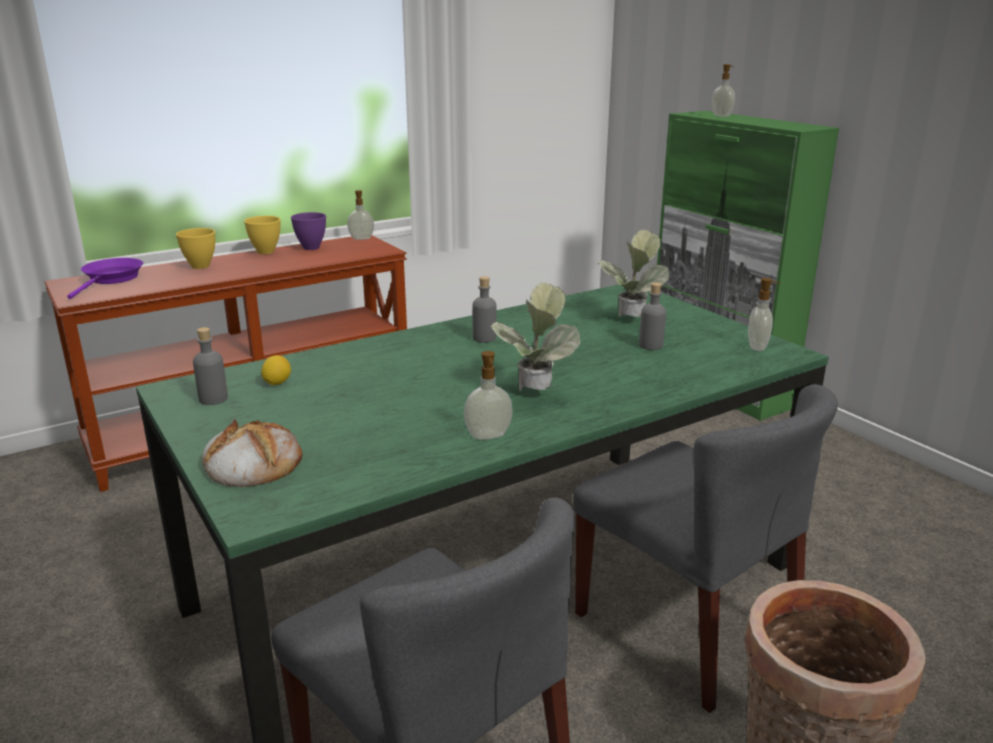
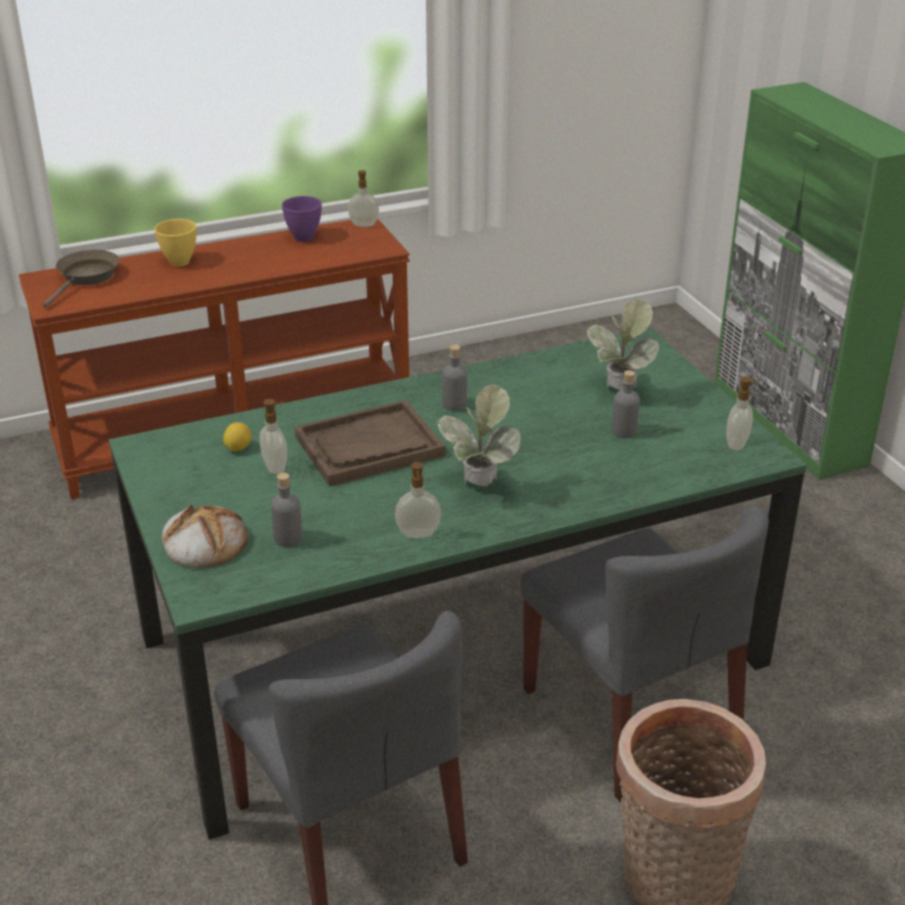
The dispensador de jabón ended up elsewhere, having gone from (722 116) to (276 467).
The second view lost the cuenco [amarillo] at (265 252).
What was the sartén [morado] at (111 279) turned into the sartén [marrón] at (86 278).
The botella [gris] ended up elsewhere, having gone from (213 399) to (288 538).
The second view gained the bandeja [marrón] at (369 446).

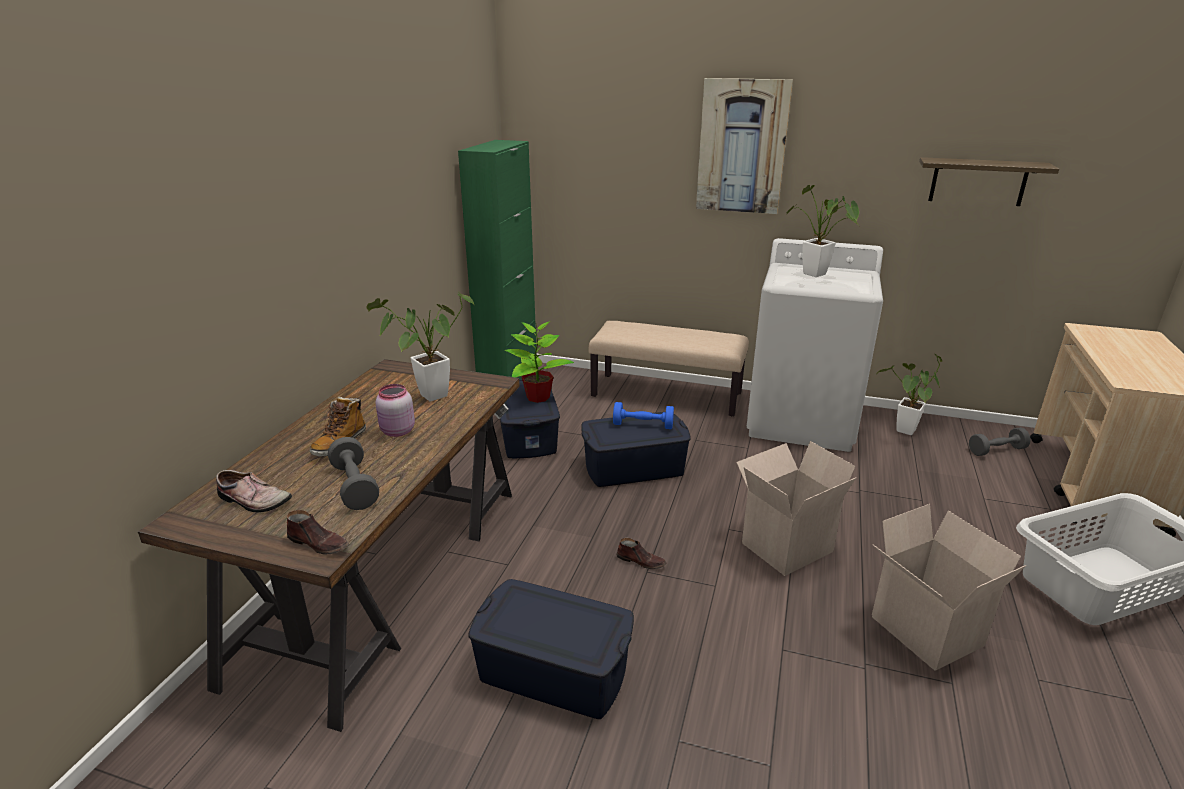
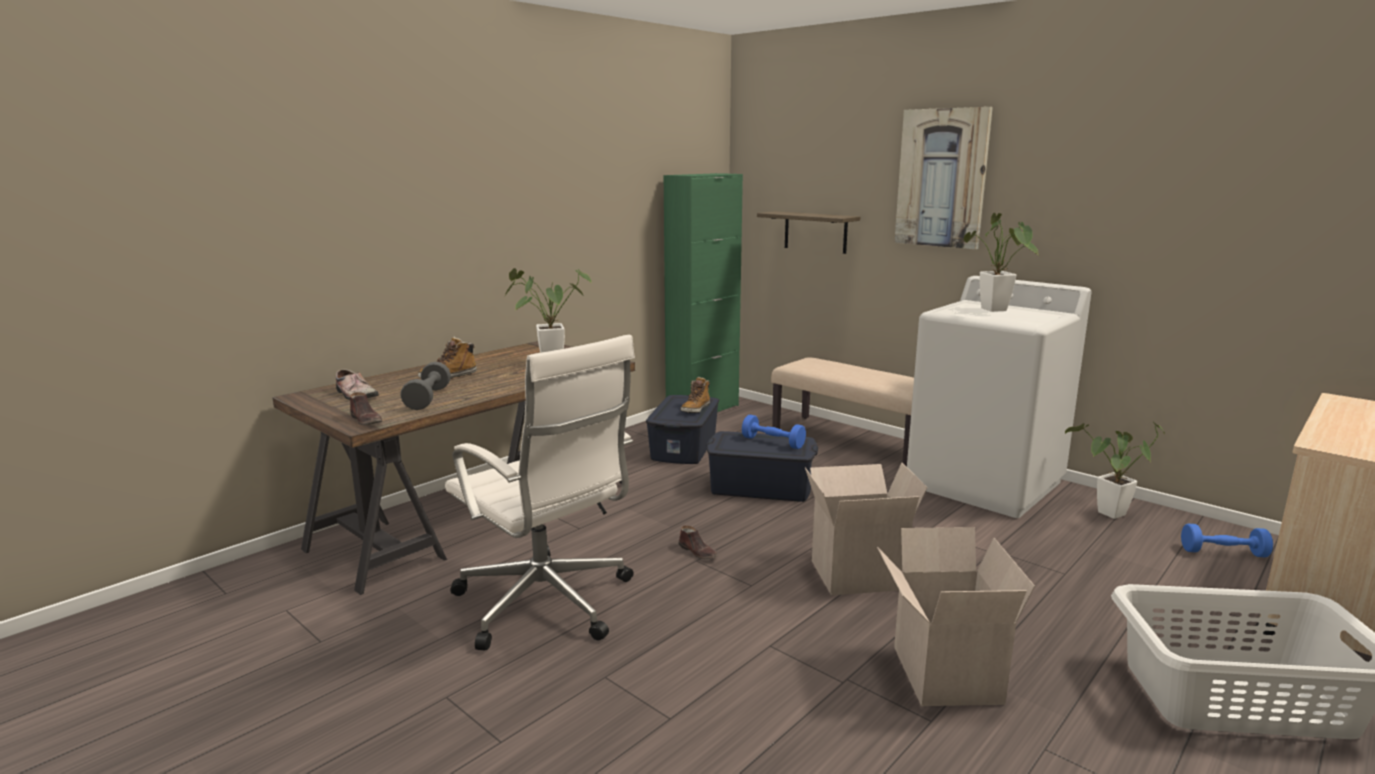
The estante ended up elsewhere, having gone from (978 181) to (815 232).
Where the planta en maceta stood at (537 397), the bota came to stand at (695 409).
The second view lost the tarro [rosa] at (397 431).
What was the mancuerna [gris] at (996 450) turned into the mancuerna [azul] at (1223 553).
Where the caja de almacenaje [azul] stood at (553 672), the silla de oficina [blanco] came to stand at (547 604).

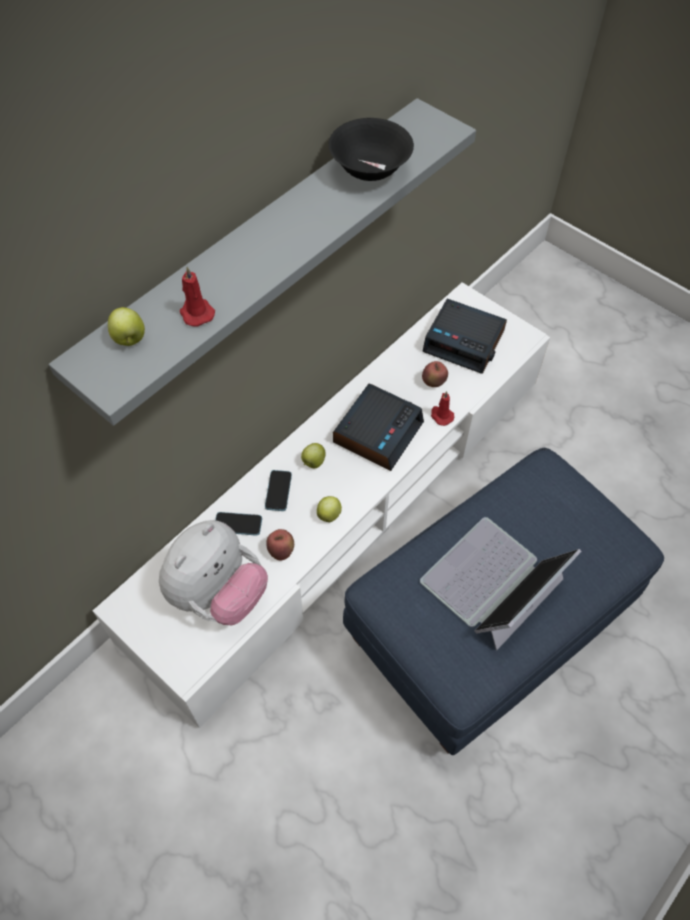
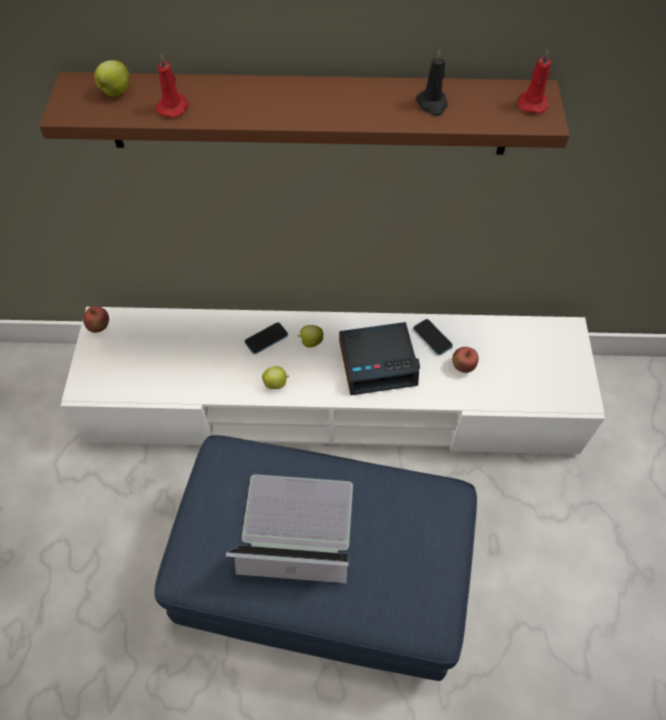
What was the estante [gris] at (258 250) turned into the estante [marrón] at (308 114).
Where the cuenco [negro] stood at (370 170), the vela [negro] came to stand at (432 104).
The second view lost the despertador at (464 341).
The vela [rojo] ended up elsewhere, having gone from (441 415) to (532 103).
The móvil ended up elsewhere, having gone from (238 524) to (432 338).
The second view lost the peluche at (218 593).
The manzana ended up elsewhere, having gone from (281 551) to (100 327).

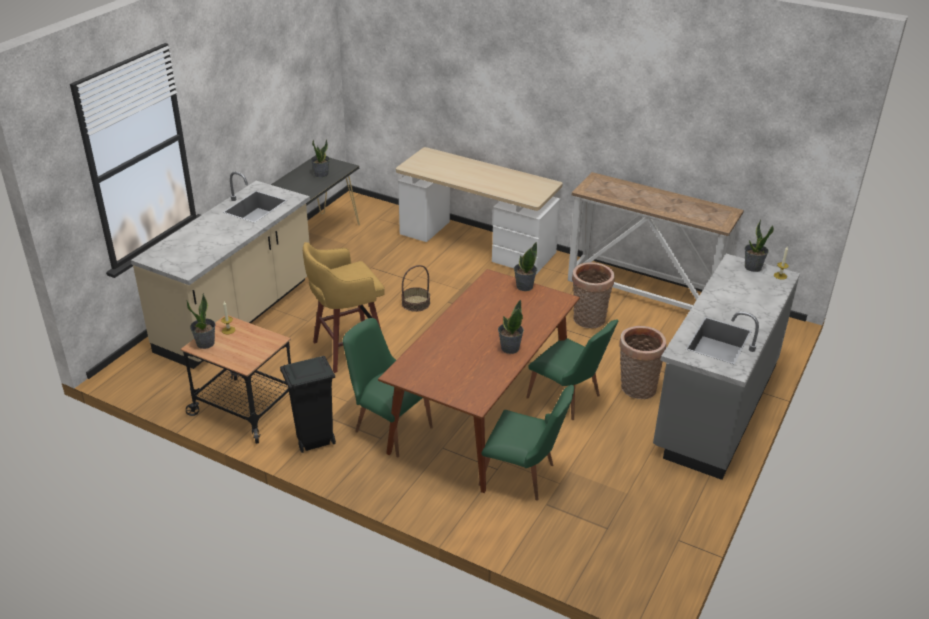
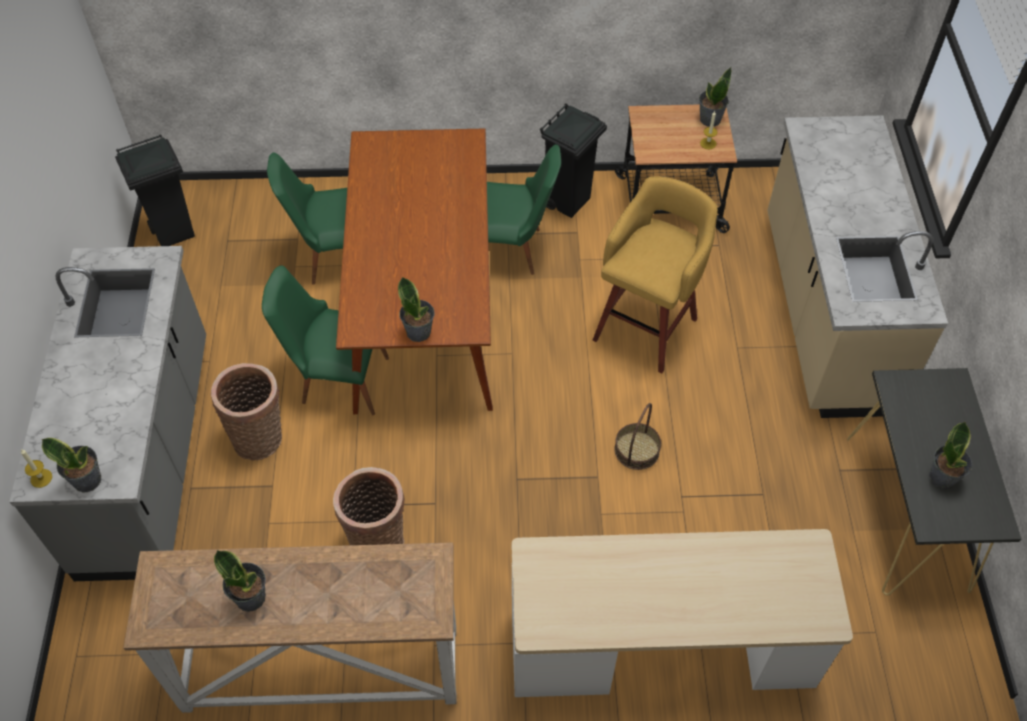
The planta en maceta ended up elsewhere, having gone from (509 348) to (251 597).
The second view gained the papelera [negro] at (174 232).

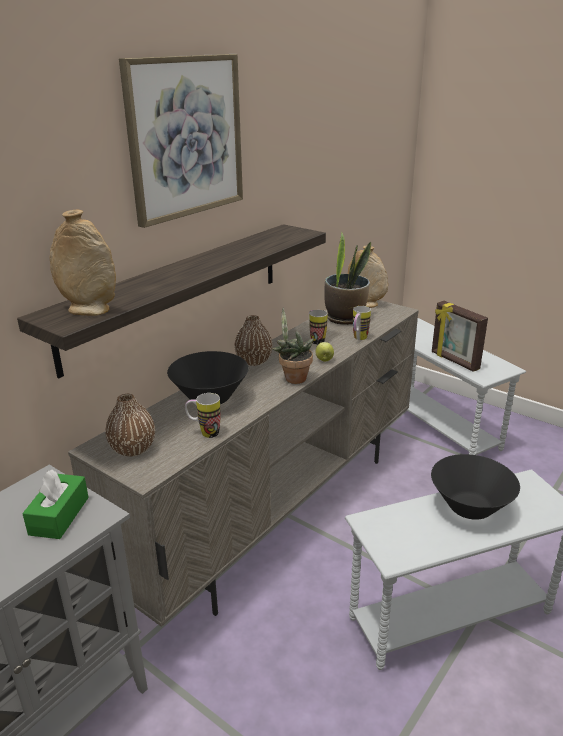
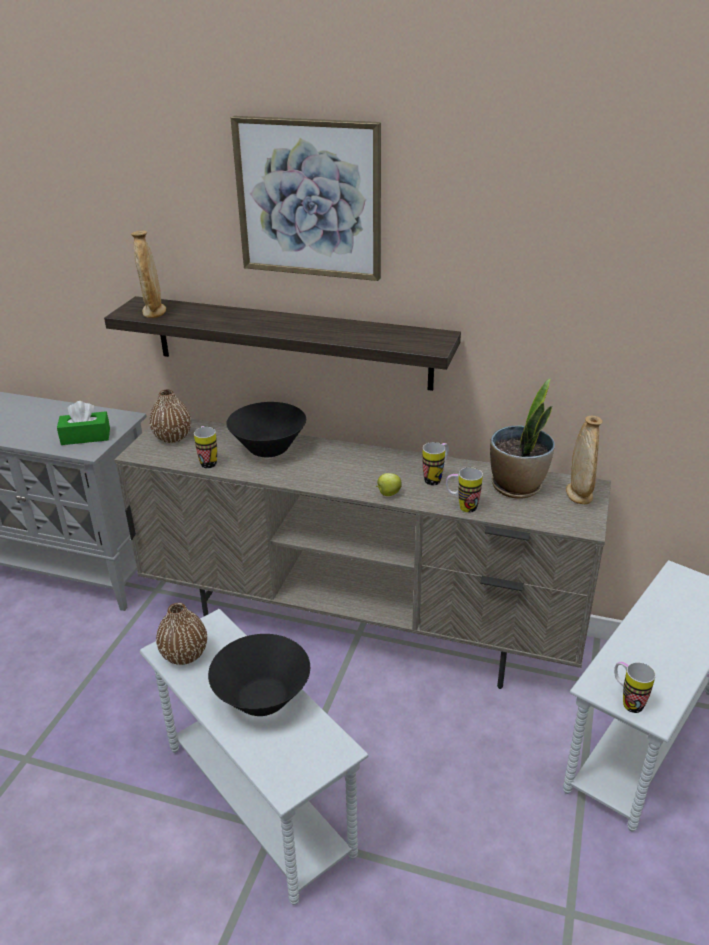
The second view lost the portarretratos at (454 361).
The second view lost the planta en maceta at (293 377).
The florero [marrón] ended up elsewhere, having gone from (253 361) to (184 654).
The second view gained the taza grande at (627 701).

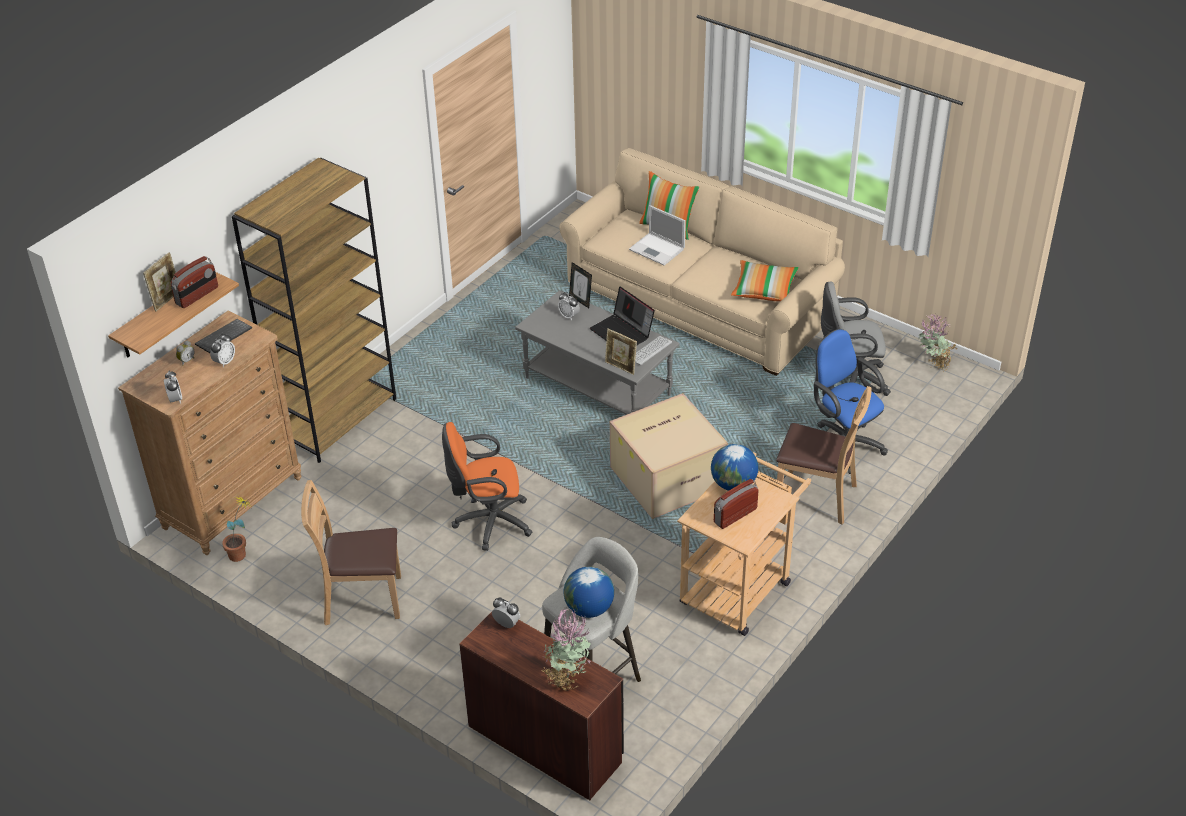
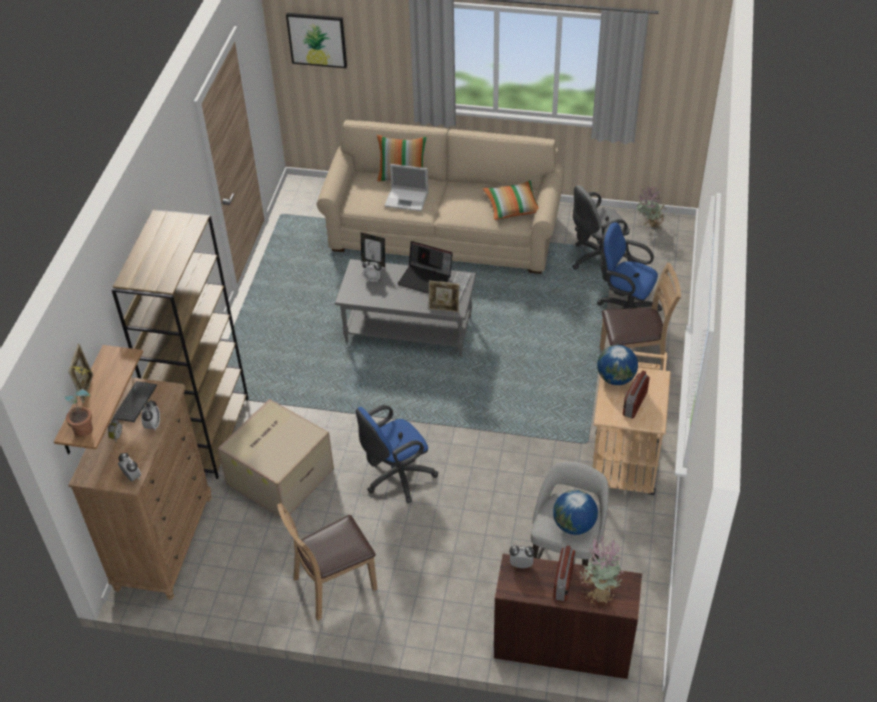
The radio ended up elsewhere, having gone from (197 296) to (564 582).
The caja de cartón ended up elsewhere, having gone from (667 477) to (280 475).
What was the silla de oficina [naranja] at (489 522) turned into the silla de oficina [azul] at (396 477).
The planta en maceta ended up elsewhere, having gone from (242 553) to (88 426).
The second view gained the cuadro at (317 39).

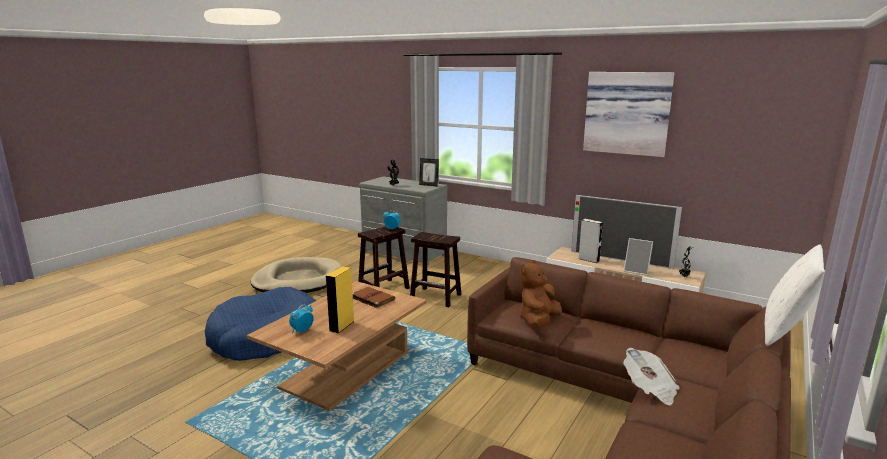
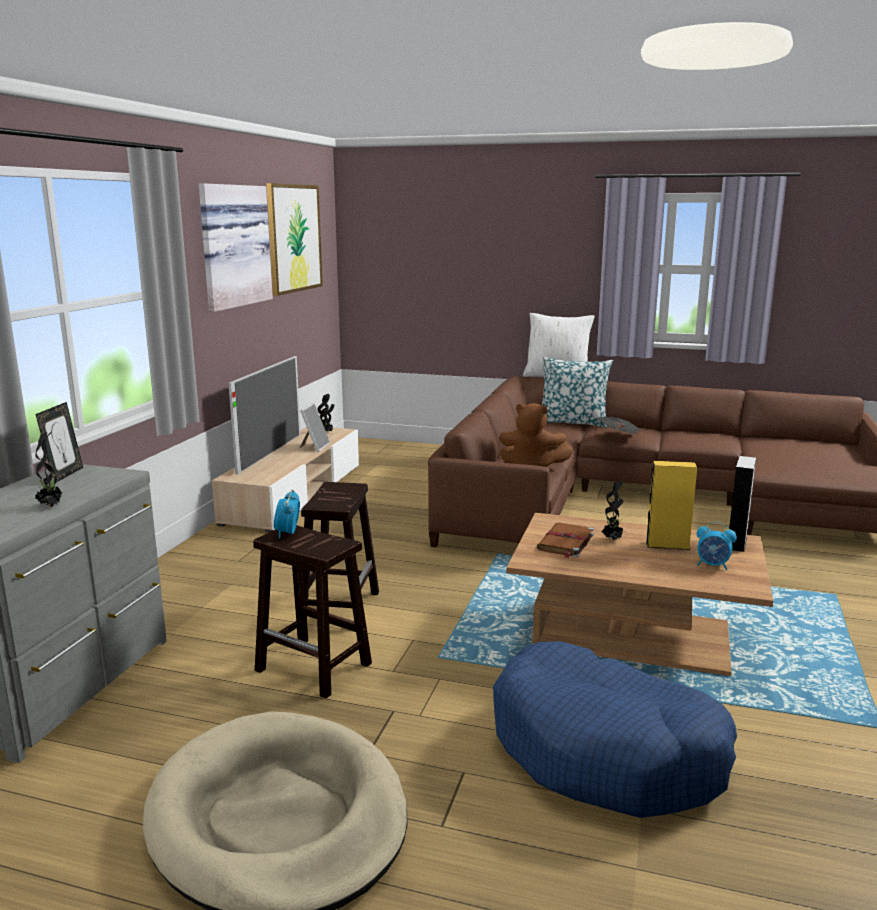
The altavoz [gris] ended up elsewhere, having gone from (588 260) to (737 543).
The second view gained the cuadro at (294 238).
The second view gained the cojín at (572 423).
The second view gained the planta en maceta at (612 539).

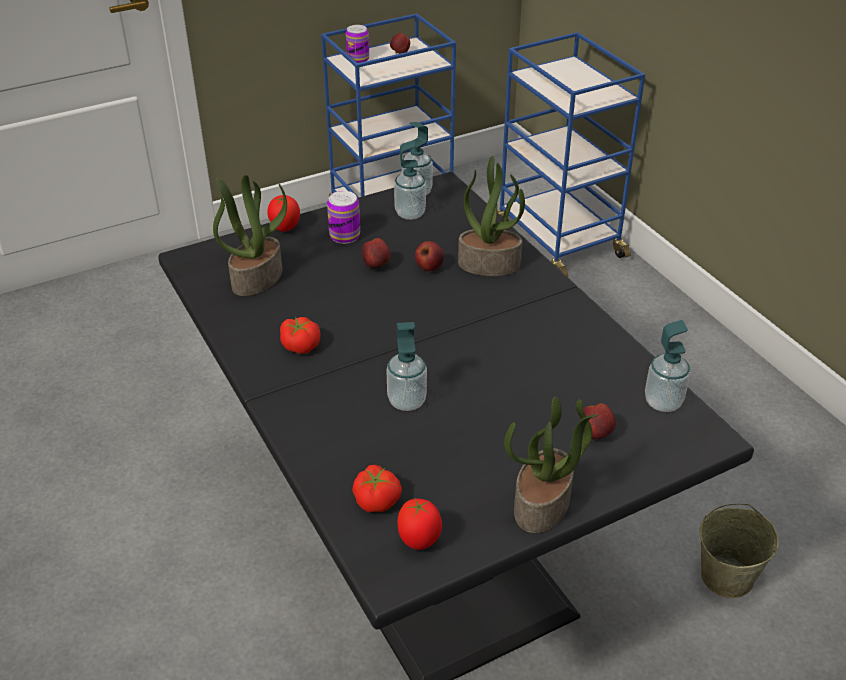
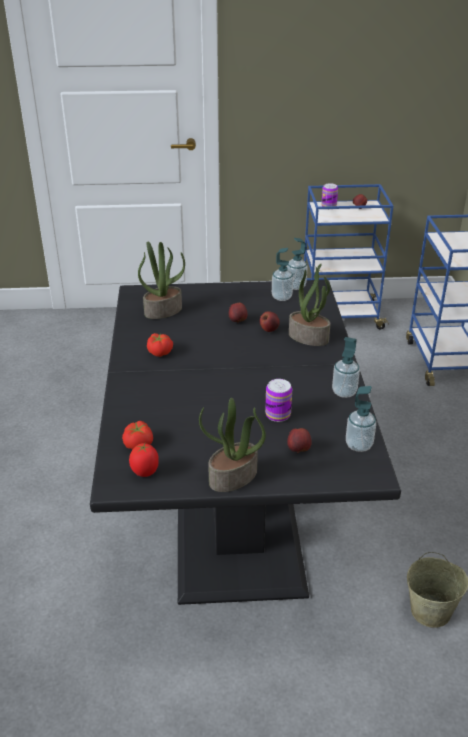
The lata ended up elsewhere, having gone from (344 236) to (278 415).
The second view lost the tomate at (284 228).
The dispensador de jabón ended up elsewhere, having gone from (407 401) to (344 392).

